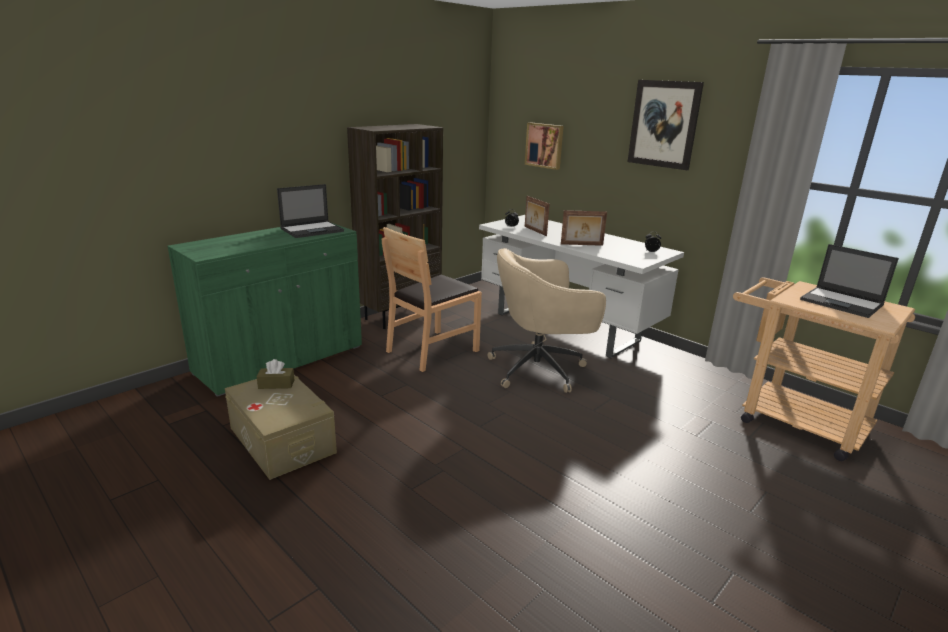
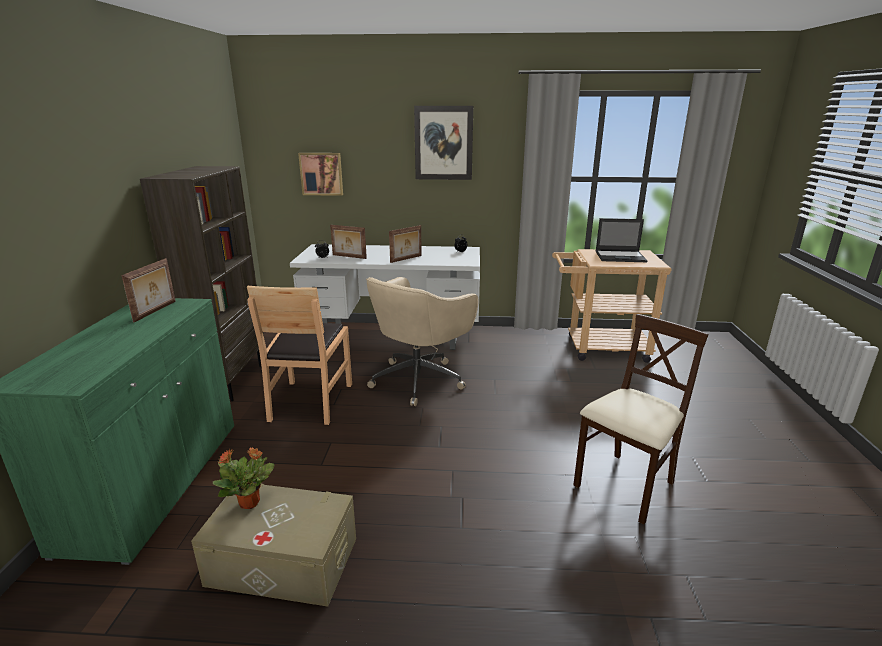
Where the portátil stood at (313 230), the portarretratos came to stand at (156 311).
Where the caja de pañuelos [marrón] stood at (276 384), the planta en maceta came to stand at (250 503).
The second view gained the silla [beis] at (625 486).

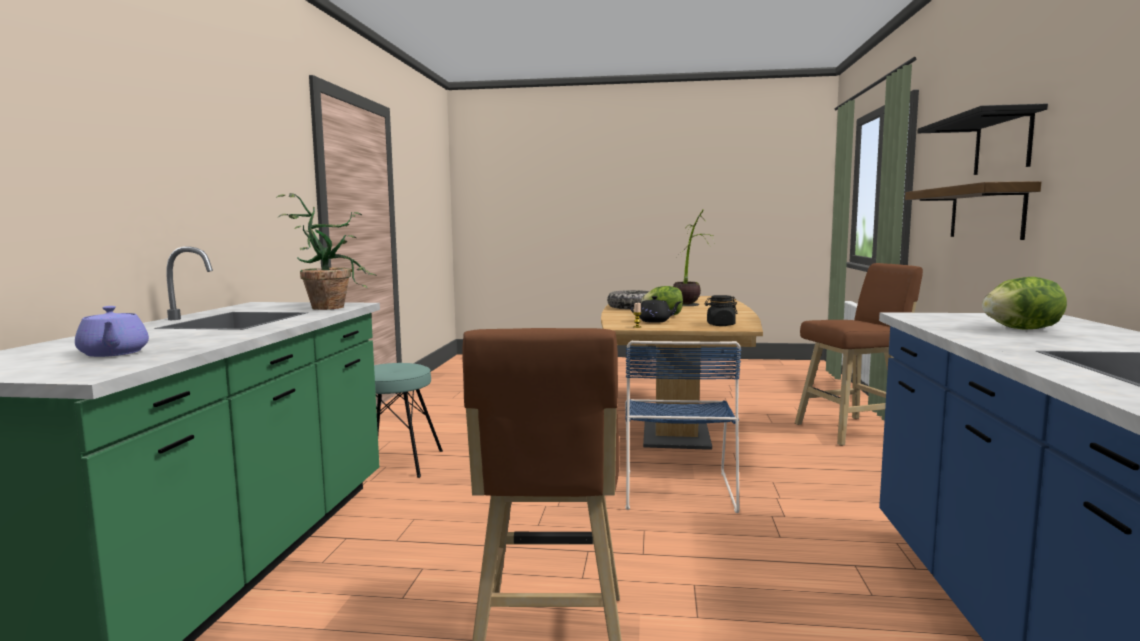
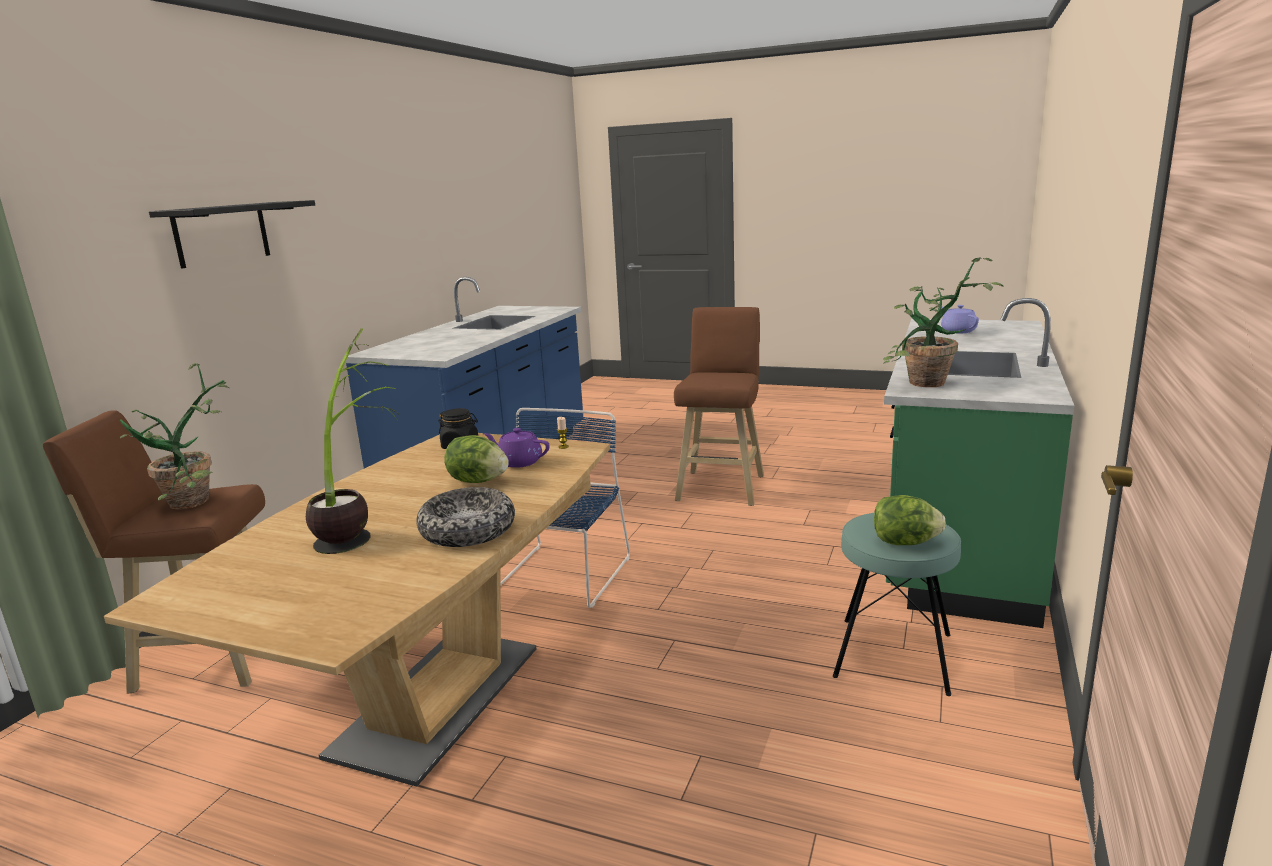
The second view lost the estante at (986 212).
The lechuga ended up elsewhere, having gone from (1021 329) to (905 543).
What was the tetera [negro] at (655 321) turned into the tetera [morado] at (518 462).
The second view gained the planta en maceta at (199 502).

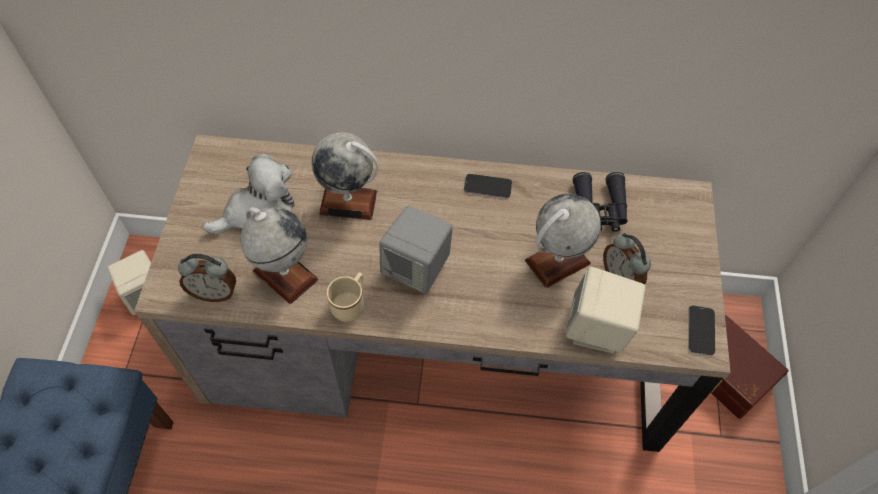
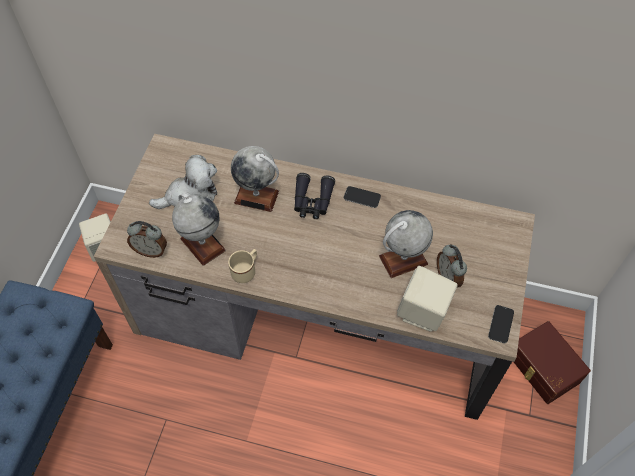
The prismáticos [negro] ended up elsewhere, having gone from (600 209) to (312 201).
The second view lost the altavoz [gris] at (417 269).

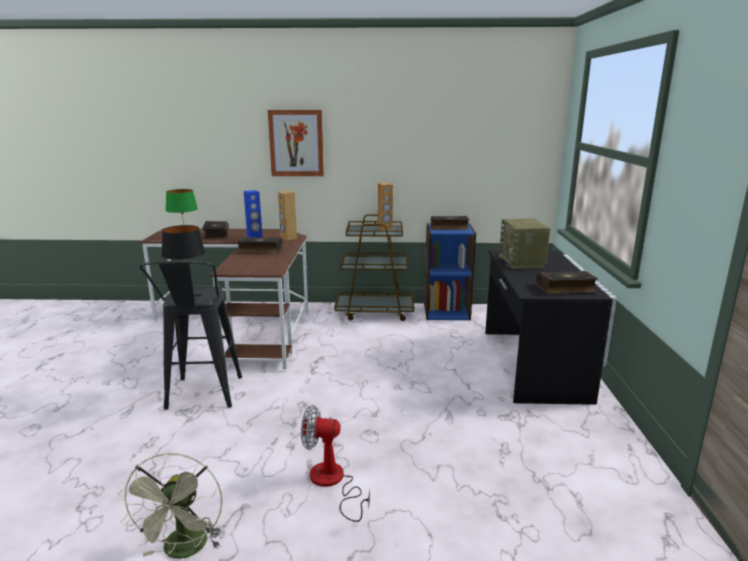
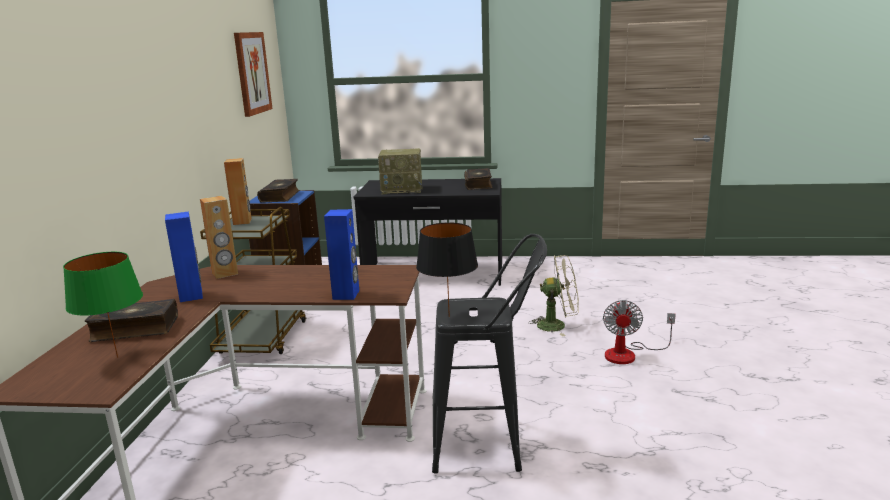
The cuadro ended up elsewhere, having gone from (296 143) to (252 73).
The second view lost the libro at (260 250).
The ventilador [beis] ended up elsewhere, having gone from (184 551) to (557 325).
The second view gained the altavoz [azul] at (346 295).

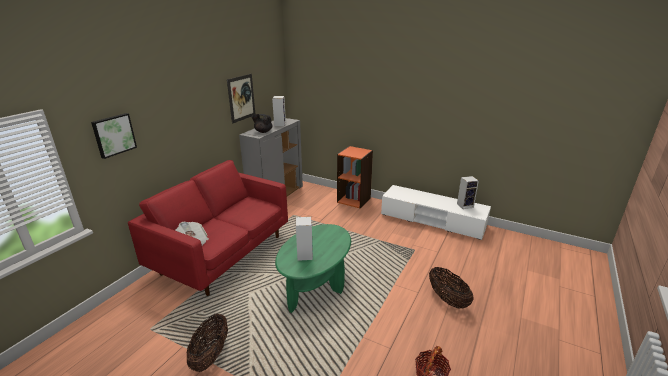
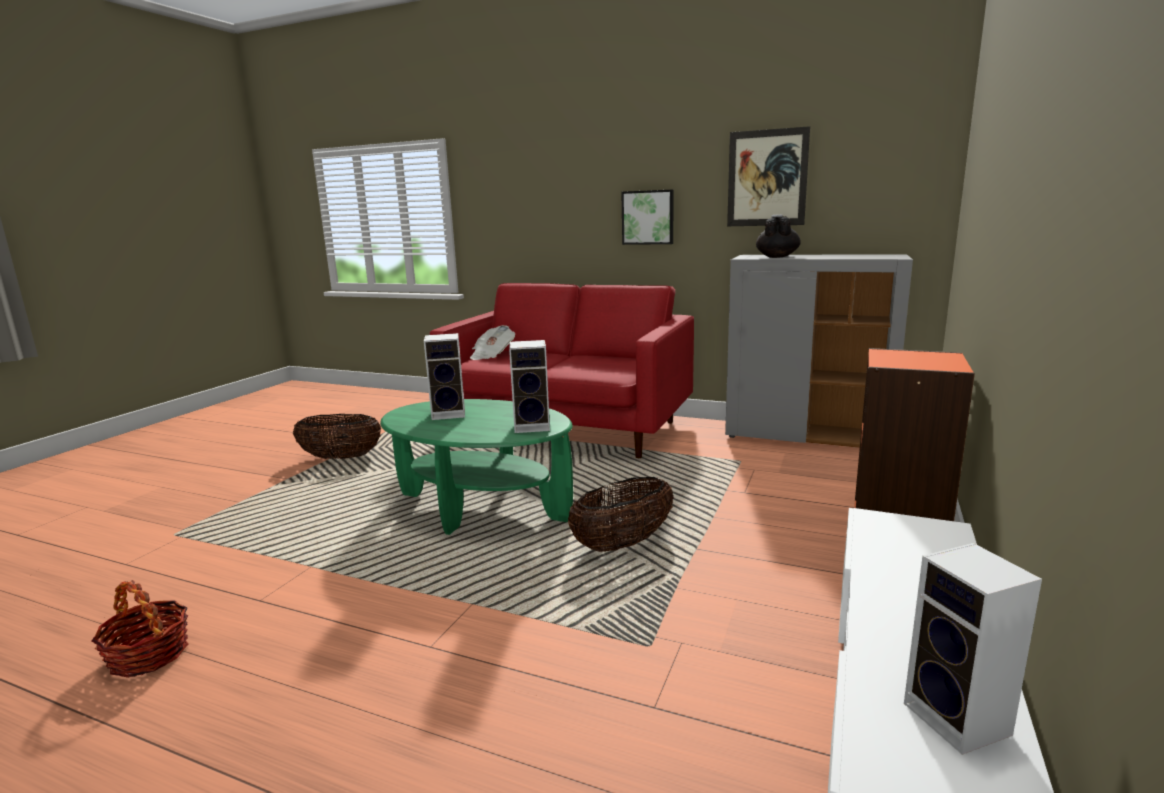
The altavoz ended up elsewhere, having gone from (279 124) to (533 426).
The cuadro ended up elsewhere, having gone from (113 135) to (648 217).
The cesta ended up elsewhere, having gone from (447 299) to (622 544).

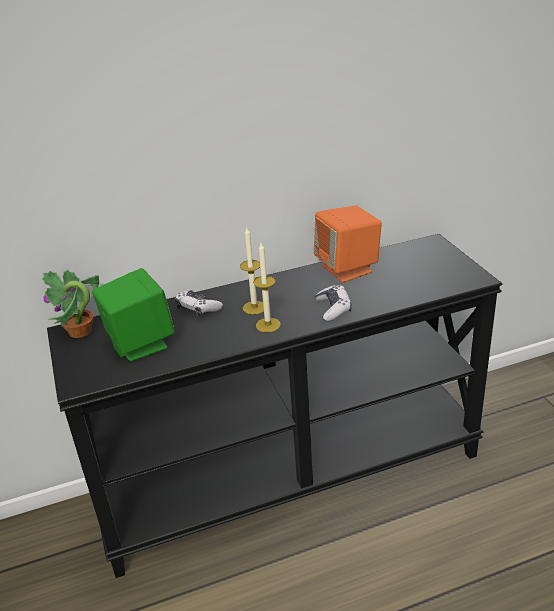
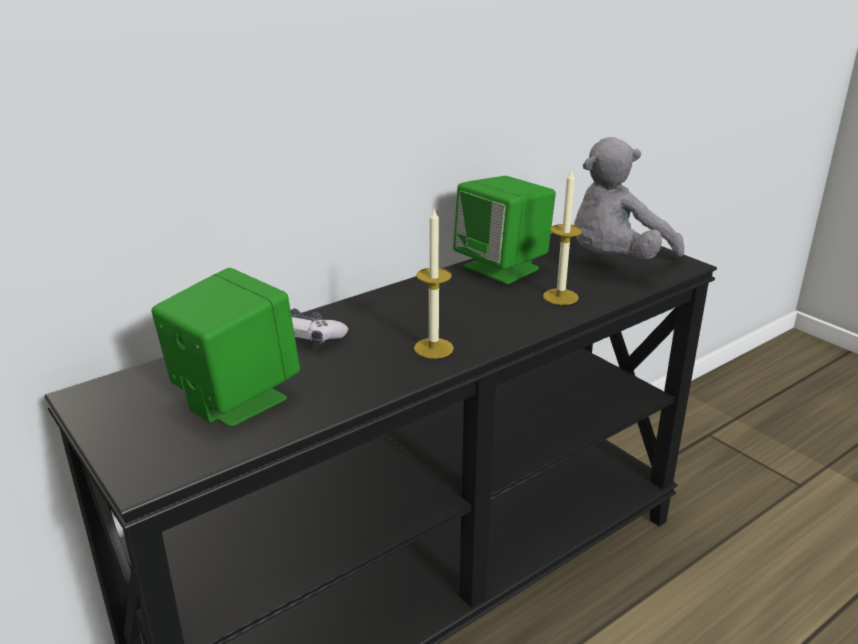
What was the altavoz [naranja] at (347 269) turned into the altavoz [verde] at (502 268).
The vela ended up elsewhere, having gone from (254 307) to (560 297).
The second view lost the planta en maceta at (80 332).
The second view lost the mando de consola at (333 309).
The second view gained the peluche [gris] at (615 262).

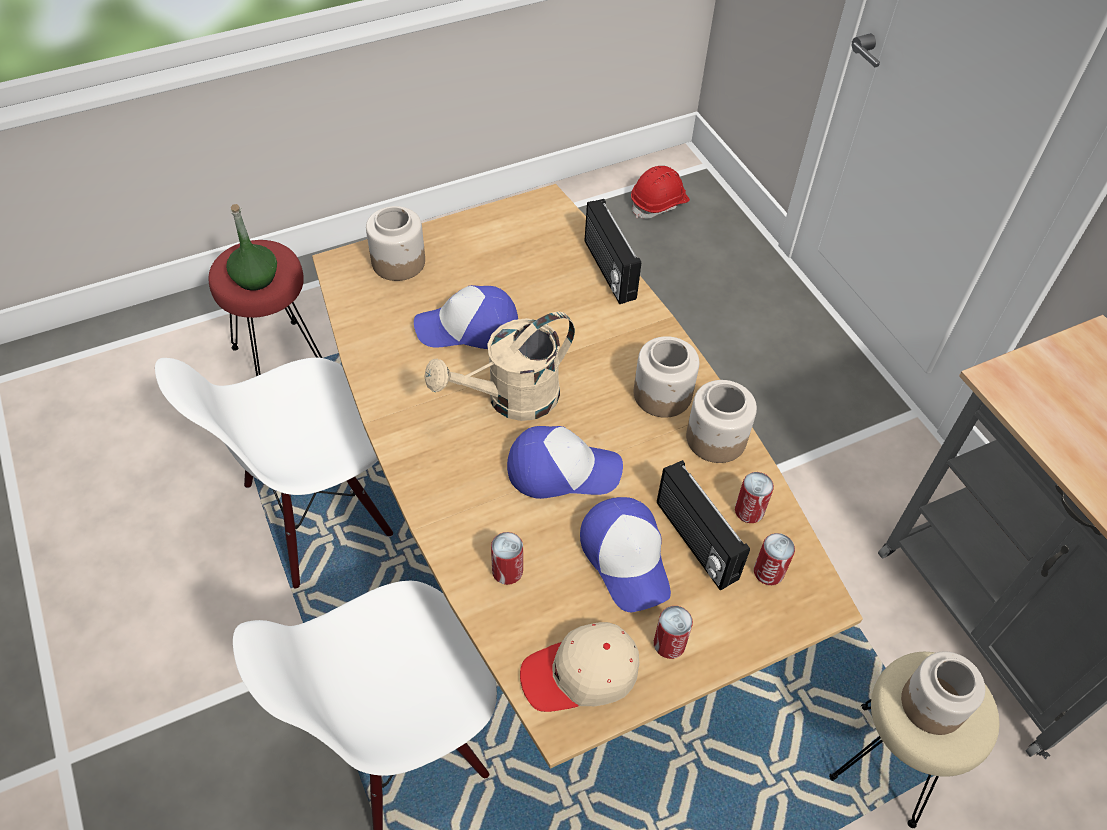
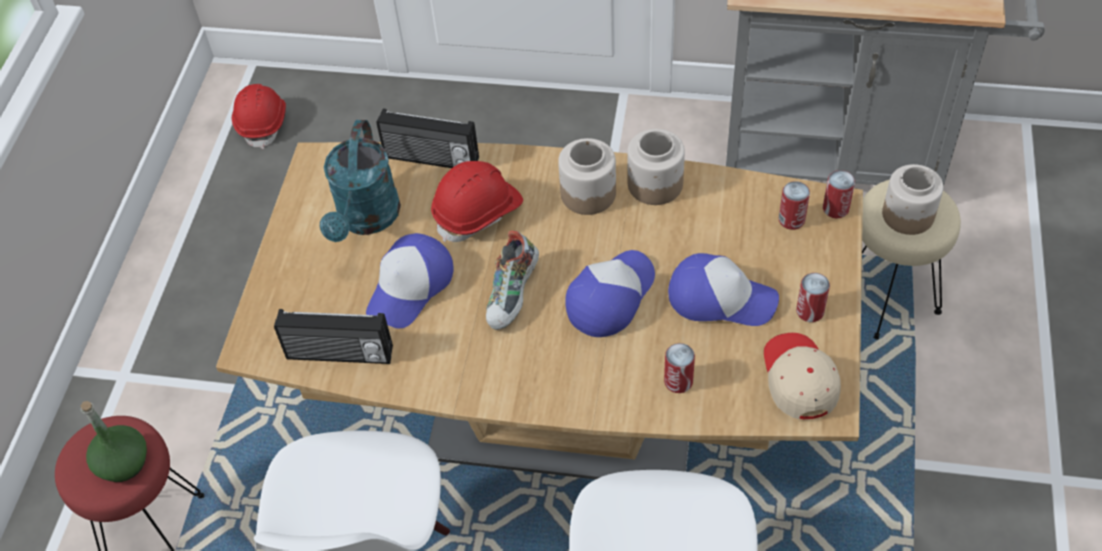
The second view lost the tarro at (399 261).
Where the regadera [beis] stood at (511 399), the zapato came to stand at (513 295).
The radio ended up elsewhere, having gone from (694 542) to (339 355).
The lata ended up elsewhere, having gone from (749 511) to (835 208).
The gorra [beis] at (580 674) ended up facing another way, 150 degrees clockwise from before.
The second view gained the regadera [turquesa] at (366 220).
The second view gained the casco [rojo] at (478 213).

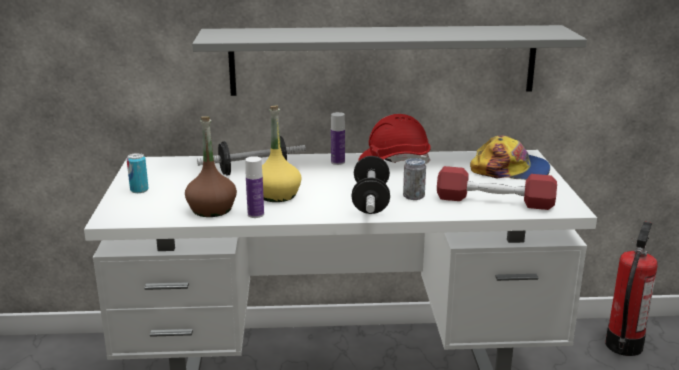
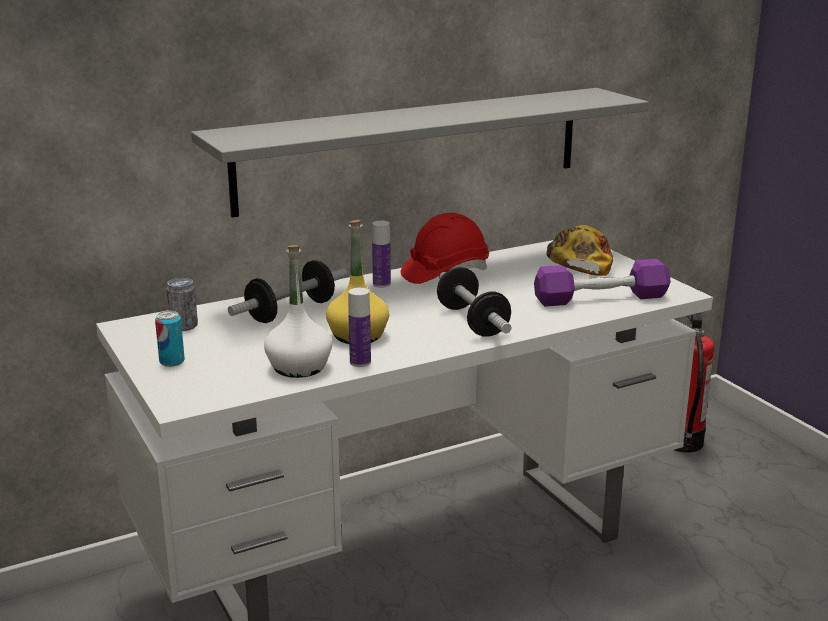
What was the botella [marrón] at (211 209) turned into the botella [blanco] at (299 367).
The gorra at (510 170) ended up facing another way, 75 degrees counterclockwise from before.
The lata ended up elsewhere, having gone from (413 196) to (184 326).
What was the mancuerna [rojo] at (494 201) turned into the mancuerna [morado] at (600 298).

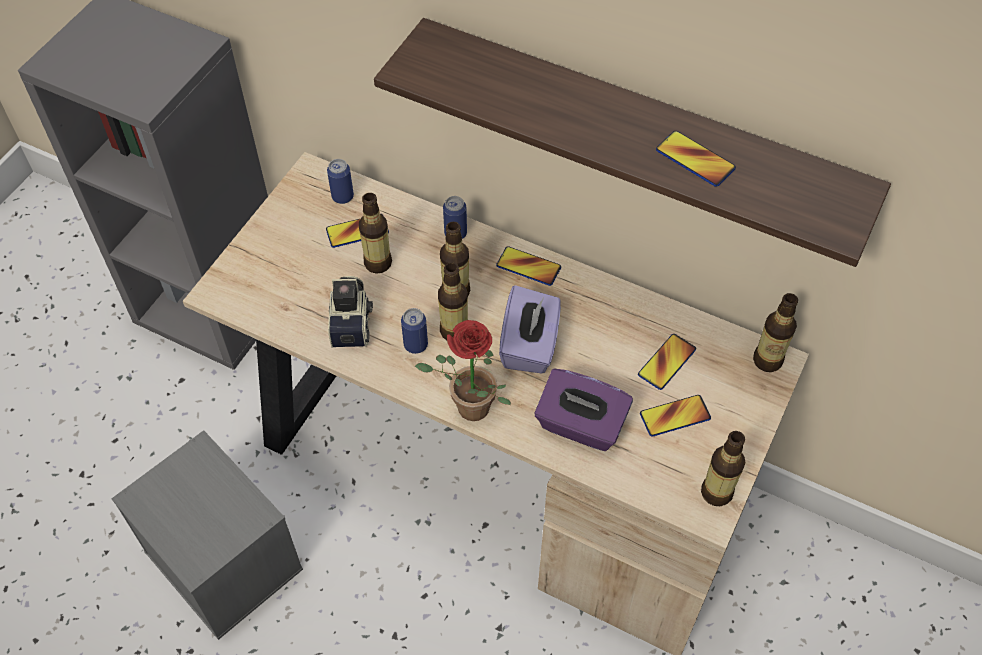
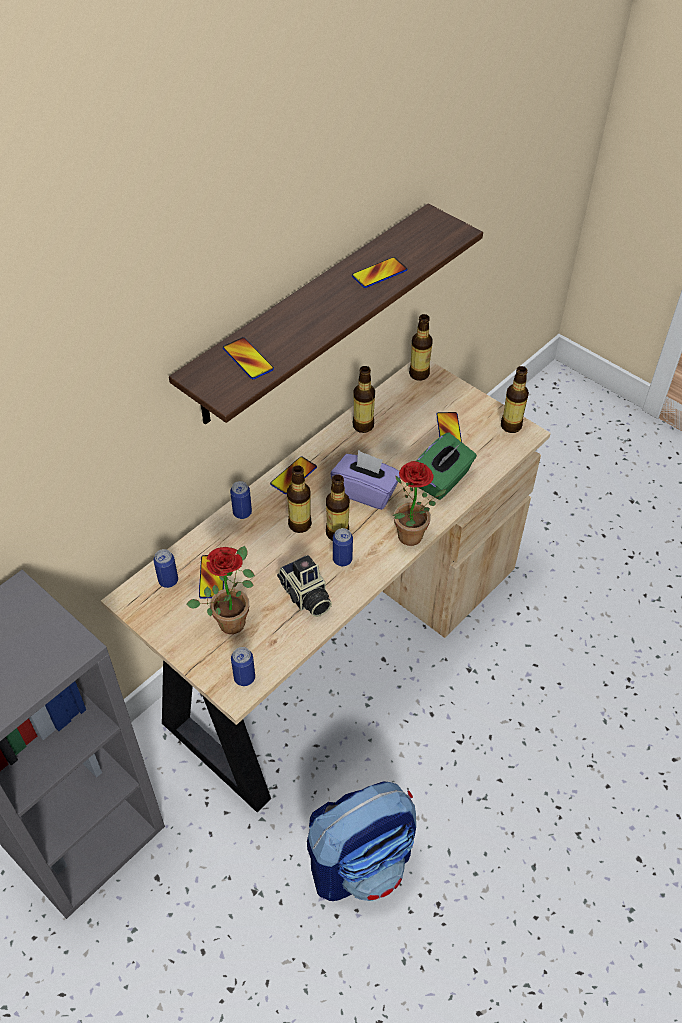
The botella ended up elsewhere, having gone from (378 263) to (363 425).
The cámara at (352 322) ended up facing another way, 135 degrees counterclockwise from before.
The móvil ended up elsewhere, having gone from (666 362) to (248 359).
What was the caja de pañuelos [morado] at (580 425) turned into the caja de pañuelos [verde] at (442 480).
Where the caja de almacenaje [gris] stood at (226 560), the mochila came to stand at (361 862).
The second view gained the planta en maceta at (232 618).
The second view gained the lata at (244 678).

